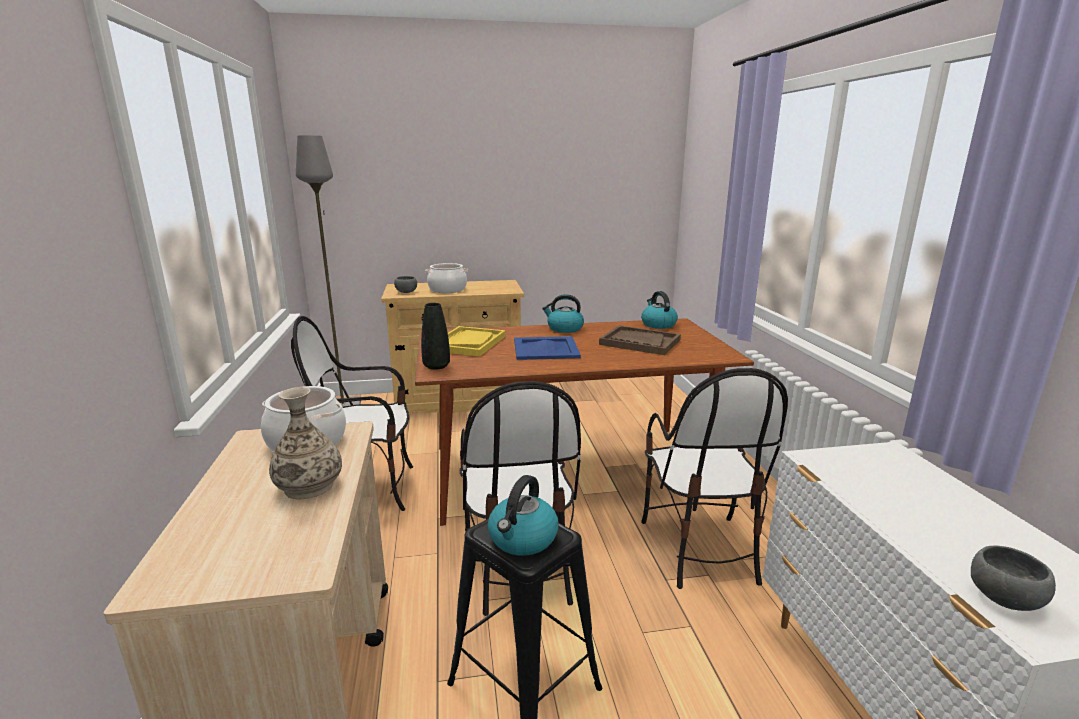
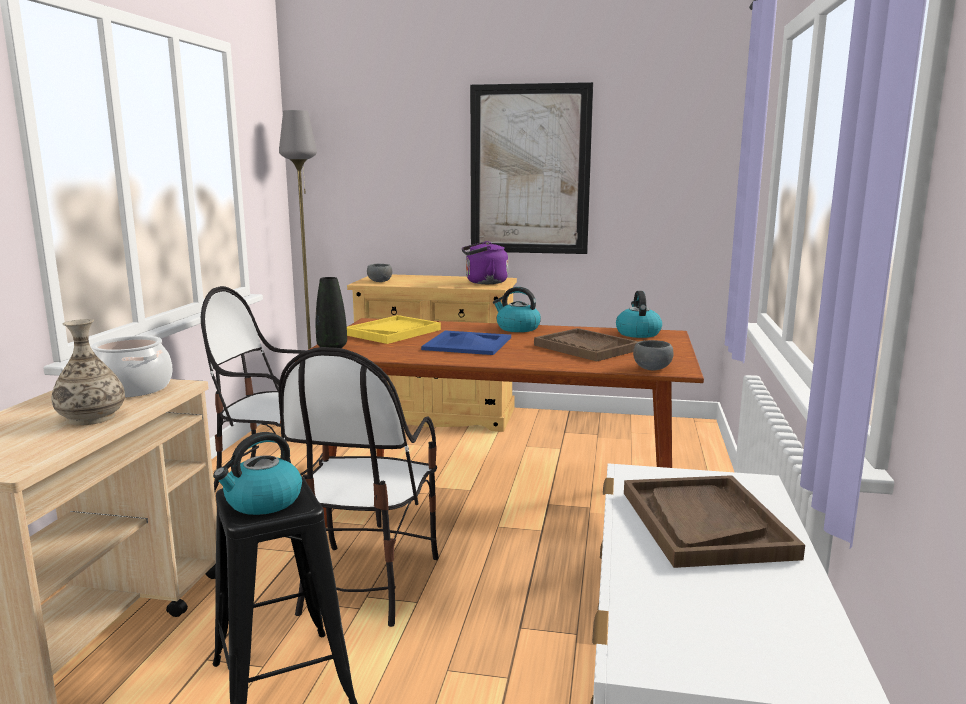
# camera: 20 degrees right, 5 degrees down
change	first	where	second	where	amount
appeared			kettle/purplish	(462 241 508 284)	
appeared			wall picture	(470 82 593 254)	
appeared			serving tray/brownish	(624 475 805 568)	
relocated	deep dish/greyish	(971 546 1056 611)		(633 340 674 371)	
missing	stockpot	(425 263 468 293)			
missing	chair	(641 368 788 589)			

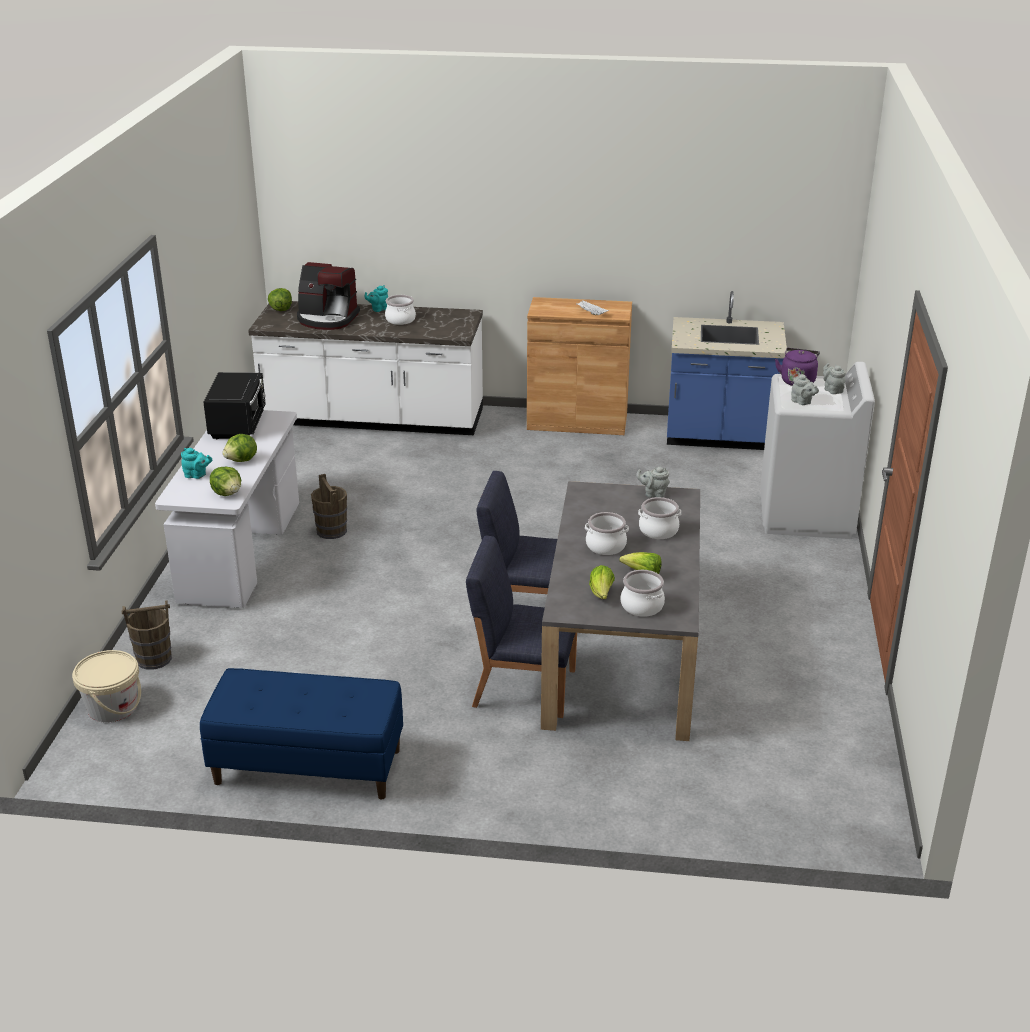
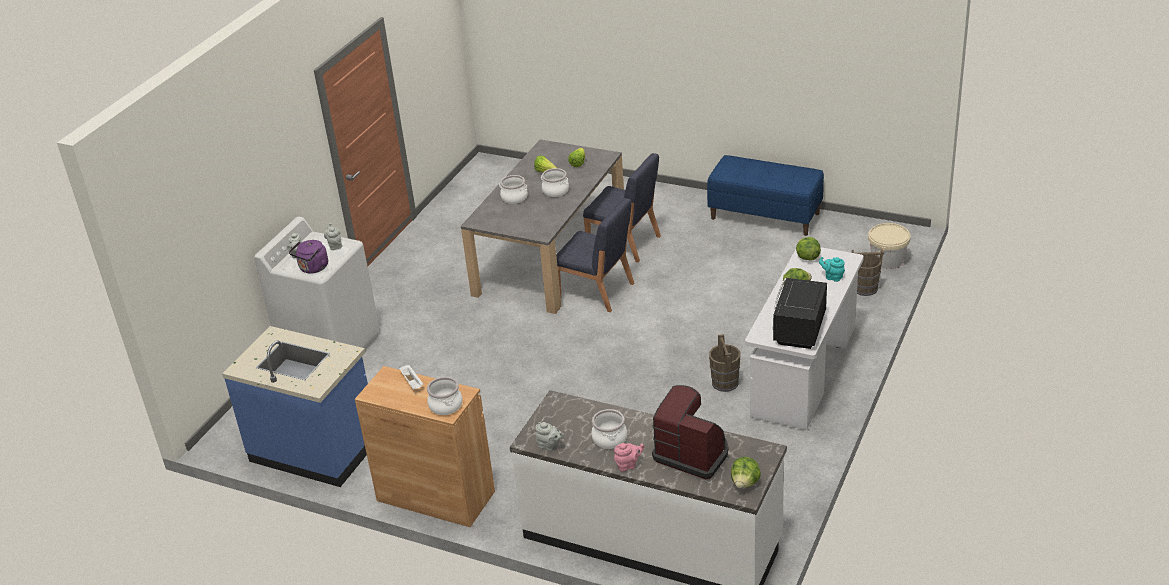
# camera: 160 degrees left, 5 degrees up
change	first	where	second	where	amount
relocated	stockpot	(621 570 665 617)		(427 377 462 415)	
relocated	tea pot/greyish	(636 467 670 498)		(535 422 564 451)	
colour	tea pot/turquoise	(365 285 388 312)	tea pot/pink	(614 443 644 471)	

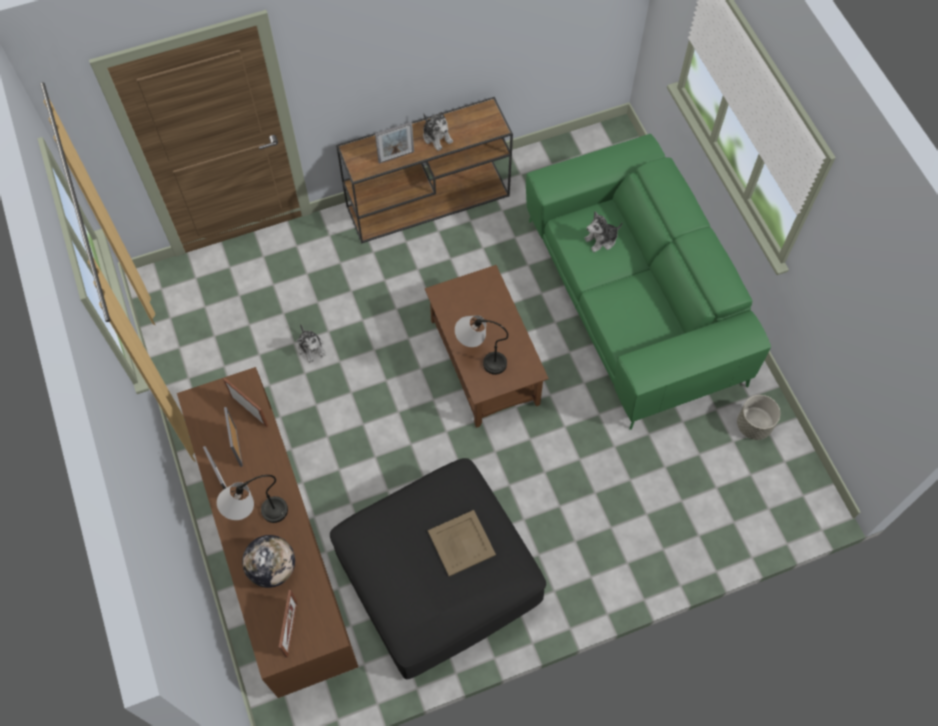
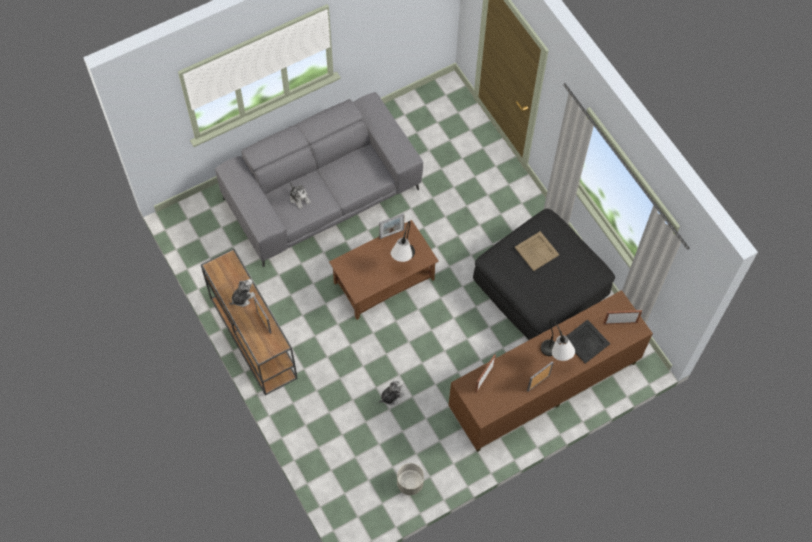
# camera: 100 degrees left, 0 degrees up
change	first	where	second	where	amount
colour	couch/greenish	(526 134 771 430)	couch/greyish	(215 92 423 267)	
relocated	standing frame	(224 407 243 467)		(379 214 405 239)	
relocated	planter/greyish	(737 395 781 440)		(397 463 424 495)	
exchanged	world globe	(242 535 295 588)	serving tray/blackish	(566 319 610 364)	

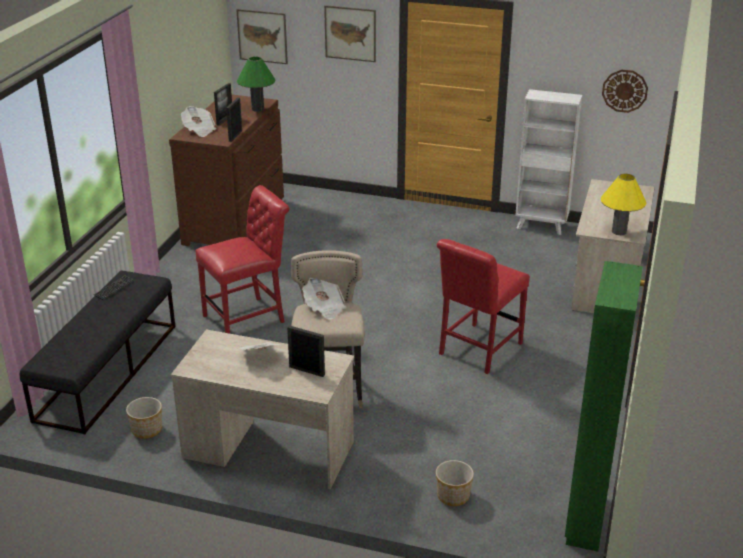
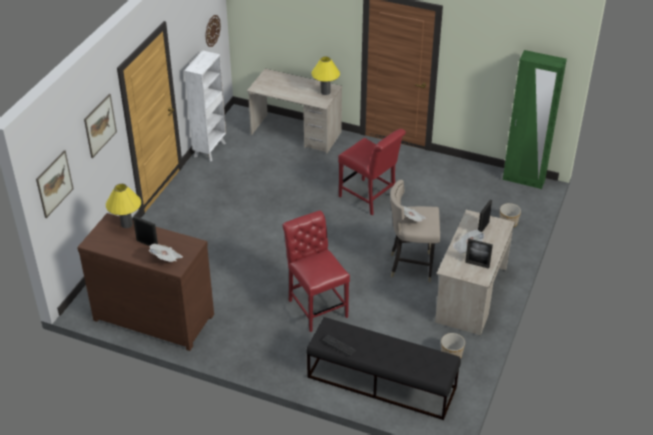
# camera: 85 degrees left, 10 degrees up
change	first	where	second	where	amount
colour	tabletop lamp/greenish	(237 57 276 112)	tabletop lamp/yellow	(106 184 141 228)	
relocated	standing frame	(226 97 242 142)		(465 239 493 269)	

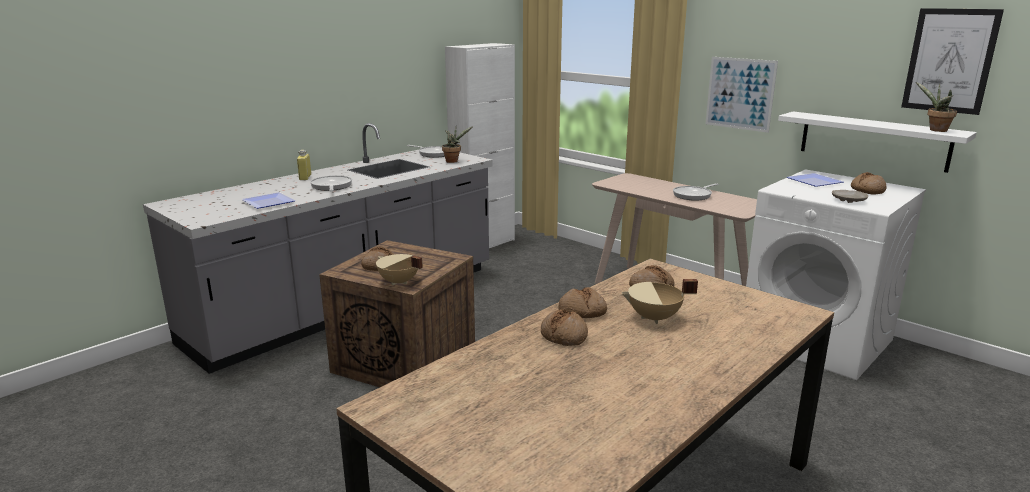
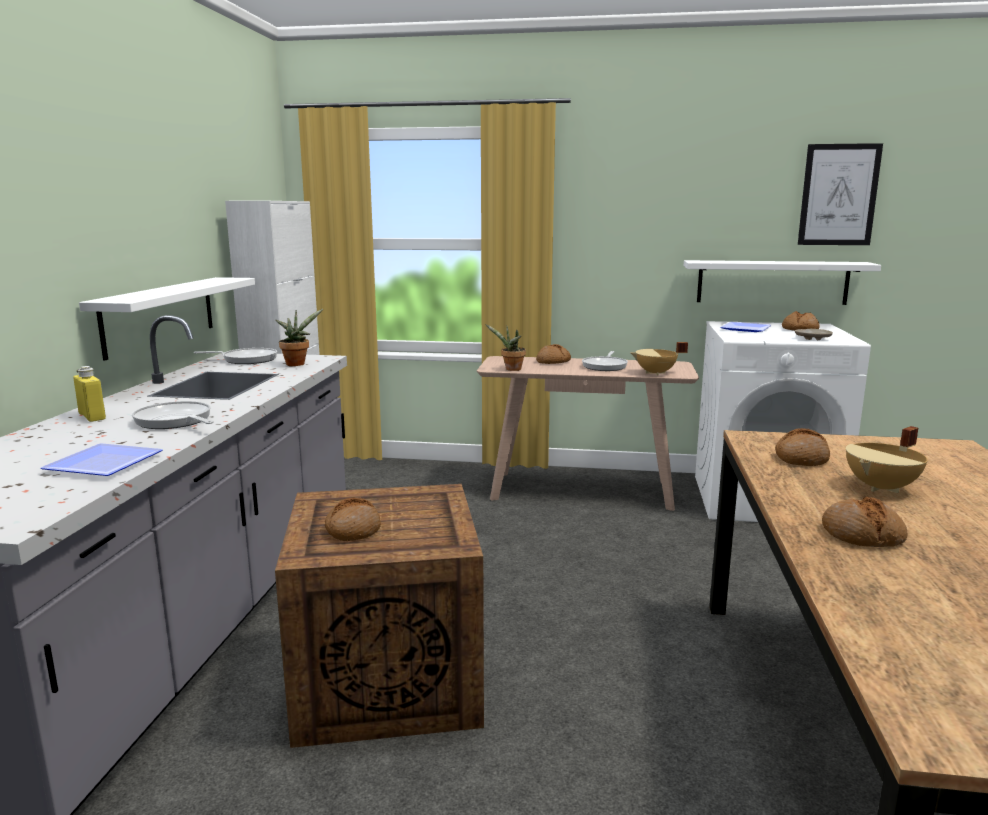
# camera: 35 degrees left, 5 degrees down
change	first	where	second	where	amount
appeared			bracket shelf/white	(79 277 255 361)	
relocated	houseplant	(916 82 957 132)		(485 324 526 371)	
relocated	bread	(558 287 607 318)		(536 344 571 364)	
relocated	stockpot/beige-coloured	(376 254 423 286)		(630 342 688 376)	
missing	wall picture	(705 57 778 133)			

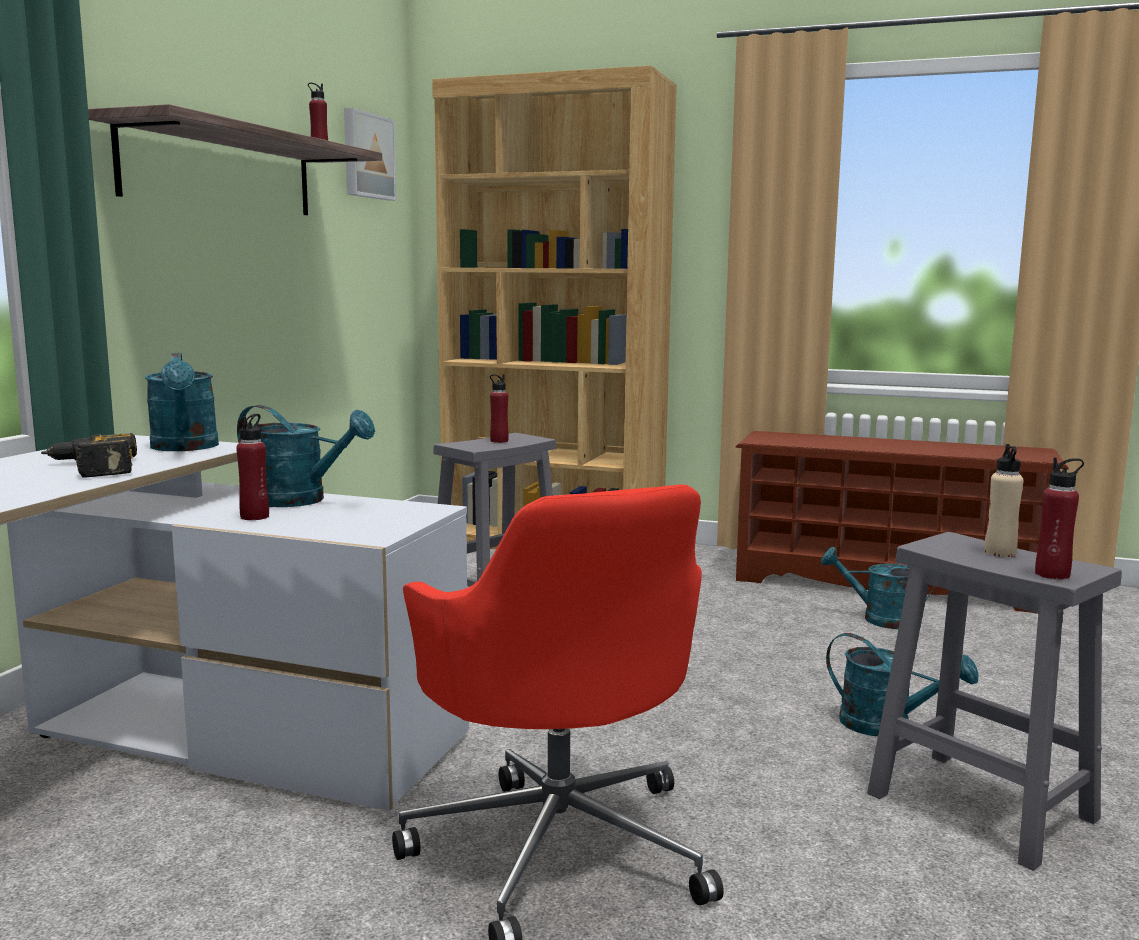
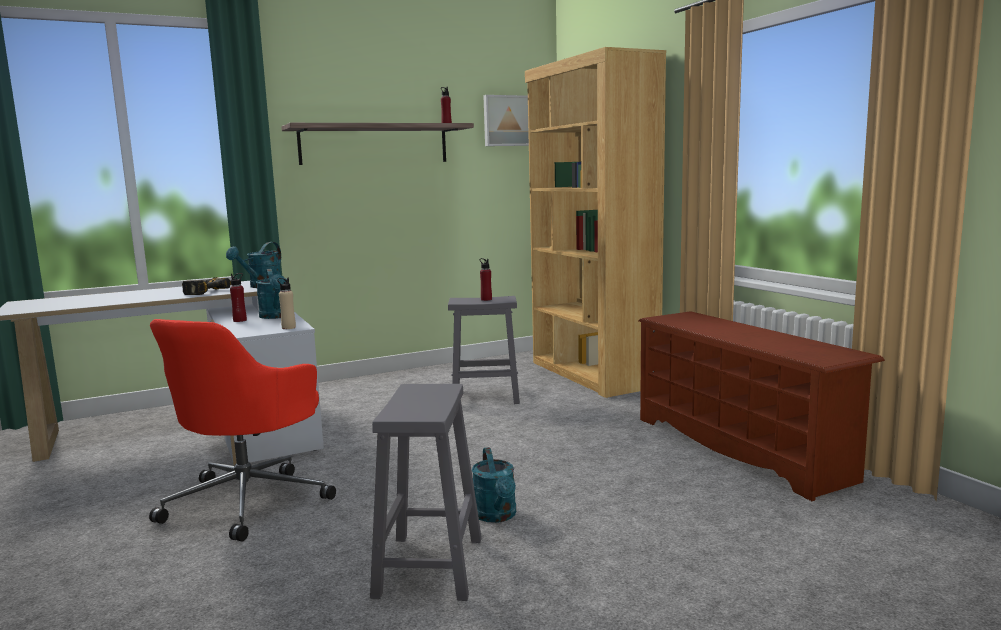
# camera: 45 degrees right, 0 degrees up
change	first	where	second	where	amount
relocated	bottle/beige-coloured	(984 444 1024 557)		(277 277 296 329)	
missing	watering pot/turquoise	(821 547 935 629)			
missing	bottle/red-coloured	(1035 457 1084 580)			

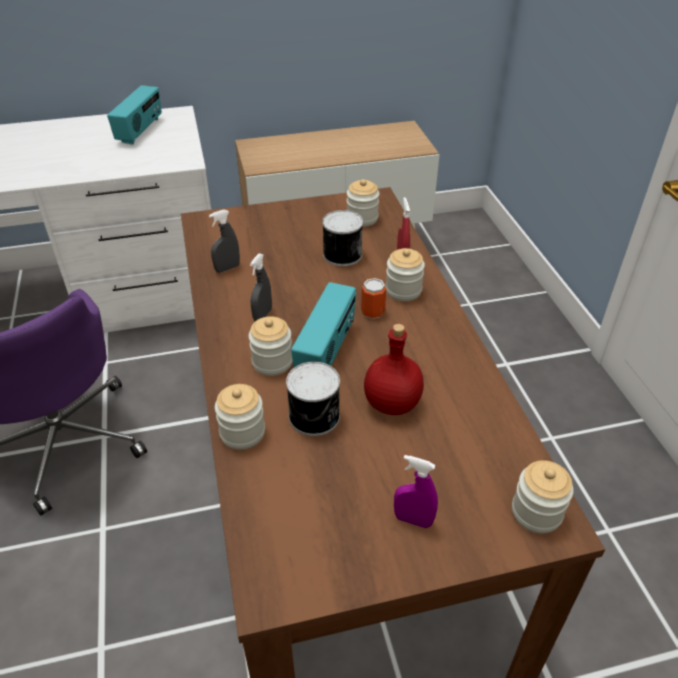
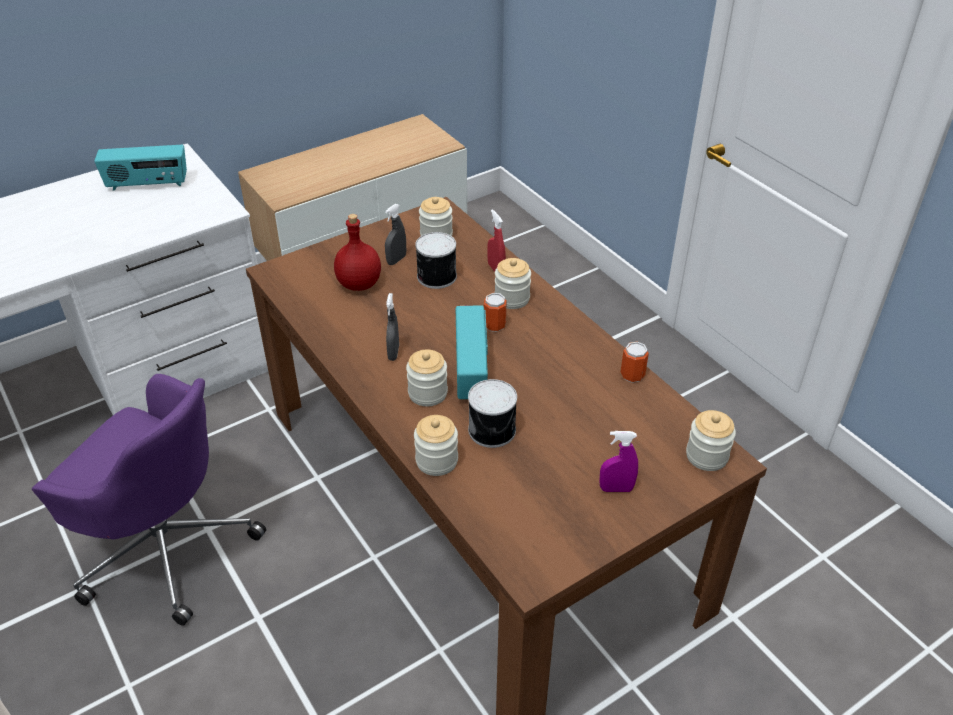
# camera: 20 degrees left, 0 degrees up
change	first	where	second	where	amount
spun	radio set	(107 86 162 145)		(94 145 187 190)	90 degrees clockwise
relocated	bottle/red-coloured	(364 324 424 415)		(334 214 381 291)	
relocated	hand sprayer/greyish	(209 210 240 273)		(385 204 406 265)	
appeared			metal can	(621 342 649 383)	

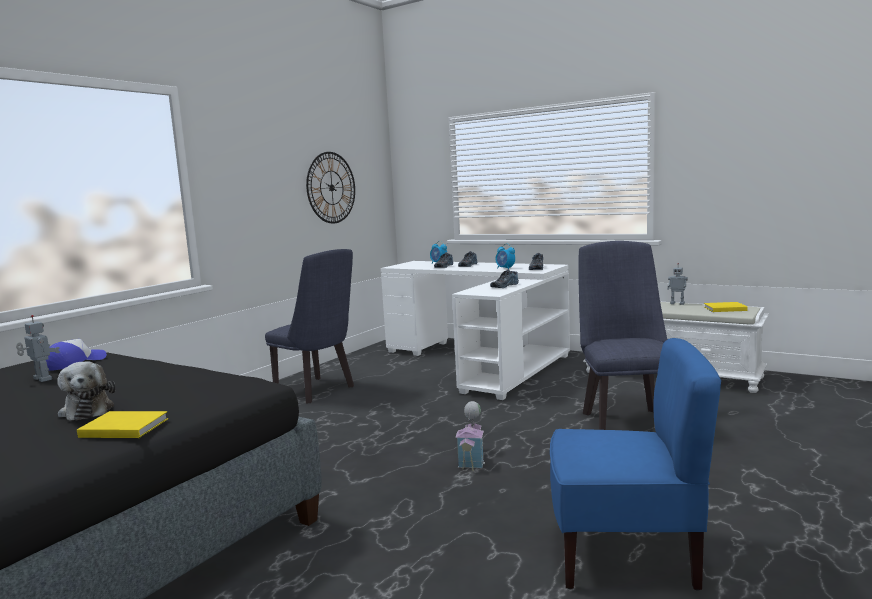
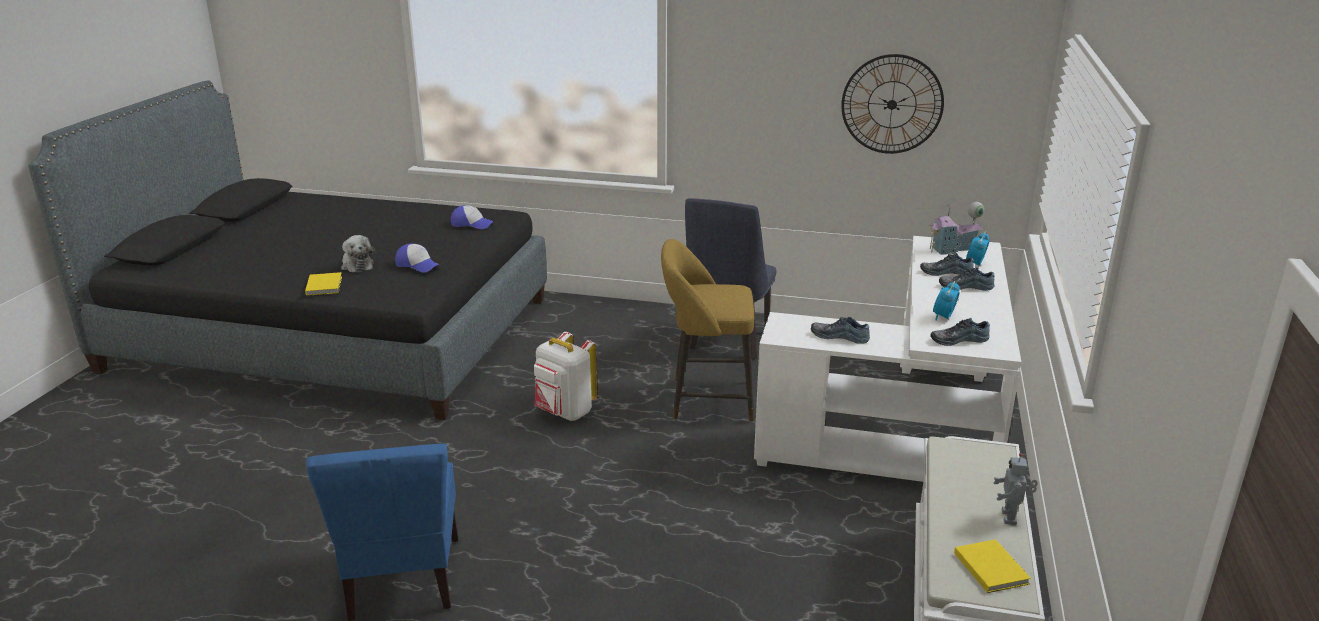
# camera: 70 degrees right, 15 degrees up
change	first	where	second	where	amount
spun	plush toy	(57 361 116 421)		(341 235 375 273)	75 degrees counterclockwise
appeared			peaked cap	(395 243 440 273)	
appeared			knapsack/white	(534 332 597 421)	
appeared			stool seat/yellow	(661 239 754 422)	
relocated	model house	(456 401 485 471)		(929 201 984 255)	
missing	model robot	(16 315 60 382)			
missing	chair/blue-coloured	(578 241 667 430)			

